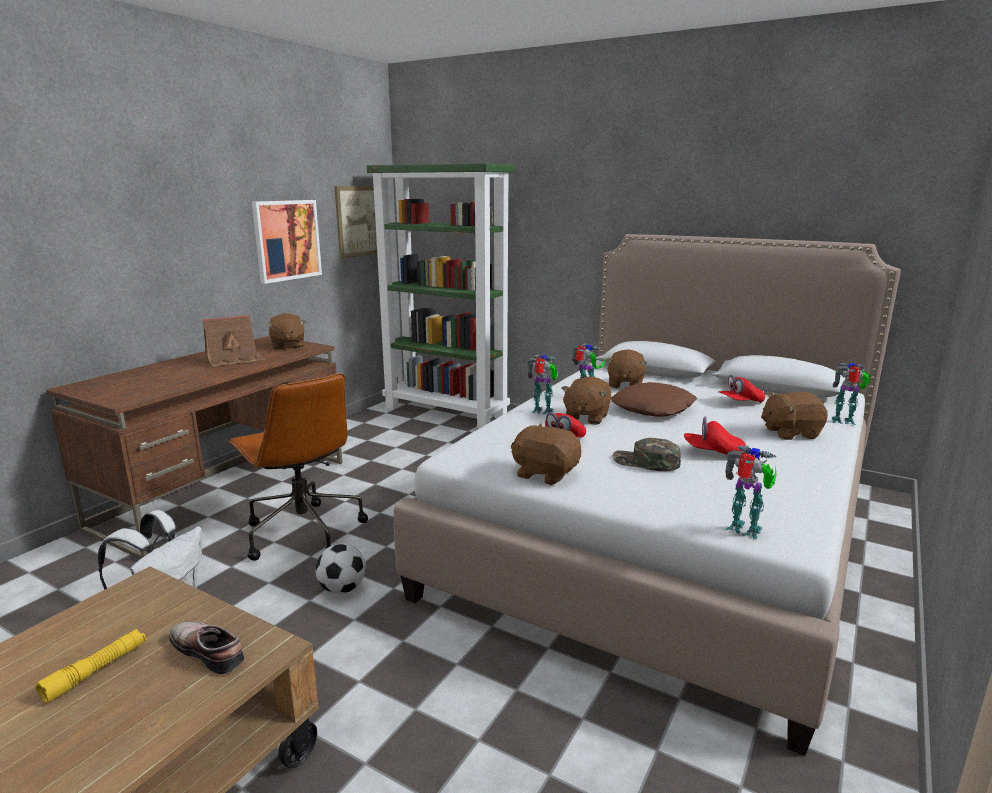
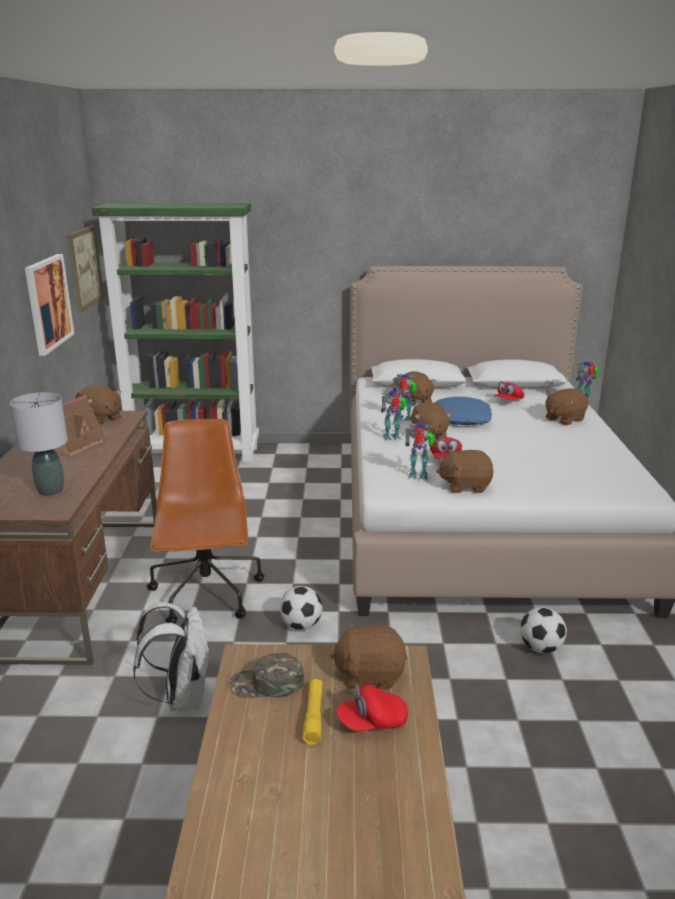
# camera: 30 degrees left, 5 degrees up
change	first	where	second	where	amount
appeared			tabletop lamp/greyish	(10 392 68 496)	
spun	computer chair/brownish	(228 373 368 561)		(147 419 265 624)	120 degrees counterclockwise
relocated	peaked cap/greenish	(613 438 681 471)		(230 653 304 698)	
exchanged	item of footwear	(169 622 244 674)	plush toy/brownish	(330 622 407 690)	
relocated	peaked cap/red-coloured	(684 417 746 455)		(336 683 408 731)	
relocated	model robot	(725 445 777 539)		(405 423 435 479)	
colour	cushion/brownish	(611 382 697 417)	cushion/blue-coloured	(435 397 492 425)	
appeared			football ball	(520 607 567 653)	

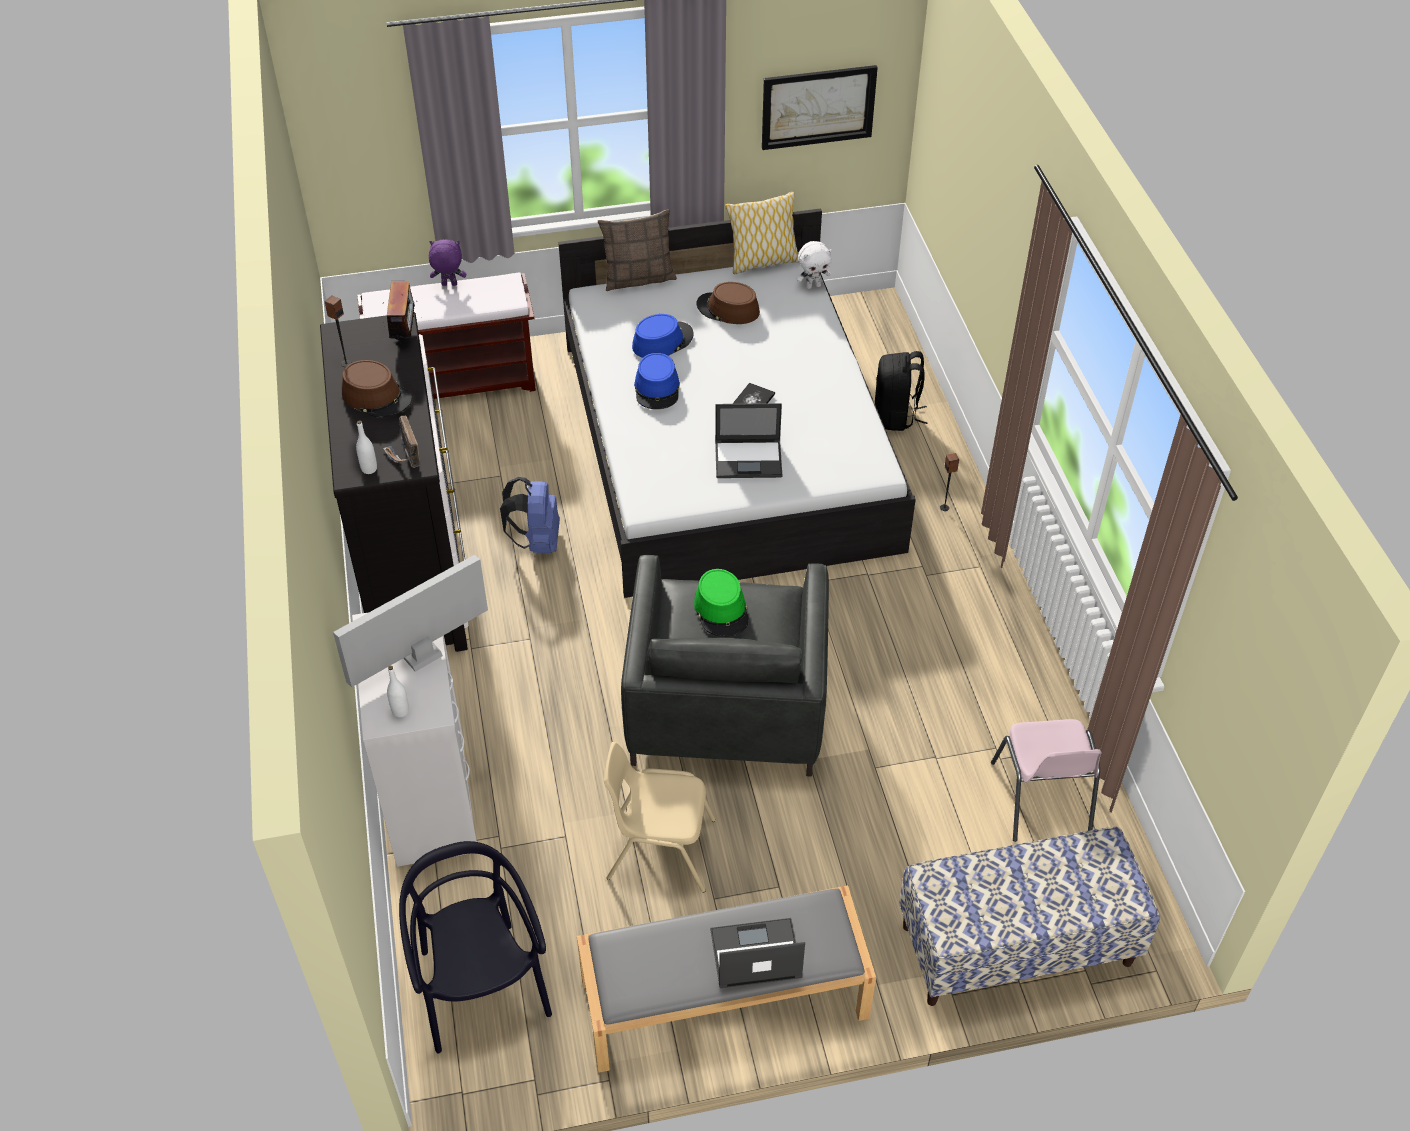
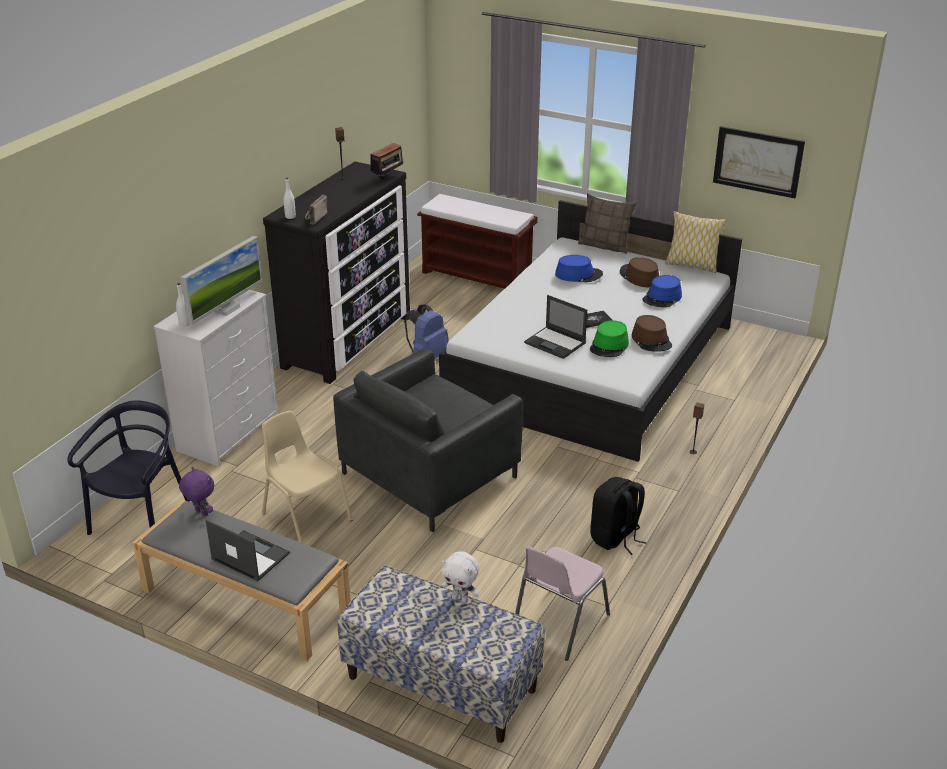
# camera: 40 degrees right, 15 degrees down
change	first	where	second	where	amount
relocated	plush toy/purplish	(429 240 466 286)		(179 467 214 517)	
spun	computer screen	(333 555 488 687)		(181 236 263 325)	120 degrees clockwise
relocated	plush toy/white	(797 241 832 289)		(442 551 479 603)	
relocated	clothing hat/greenish	(694 569 749 637)		(590 320 629 357)	
relocated	knapsack/blackish	(875 351 927 431)		(590 477 647 555)	
relocated	clothing hat/brownish	(342 360 412 418)		(632 315 672 352)	
relocated	clothing hat/blue-coloured	(634 353 680 409)		(643 275 682 307)	

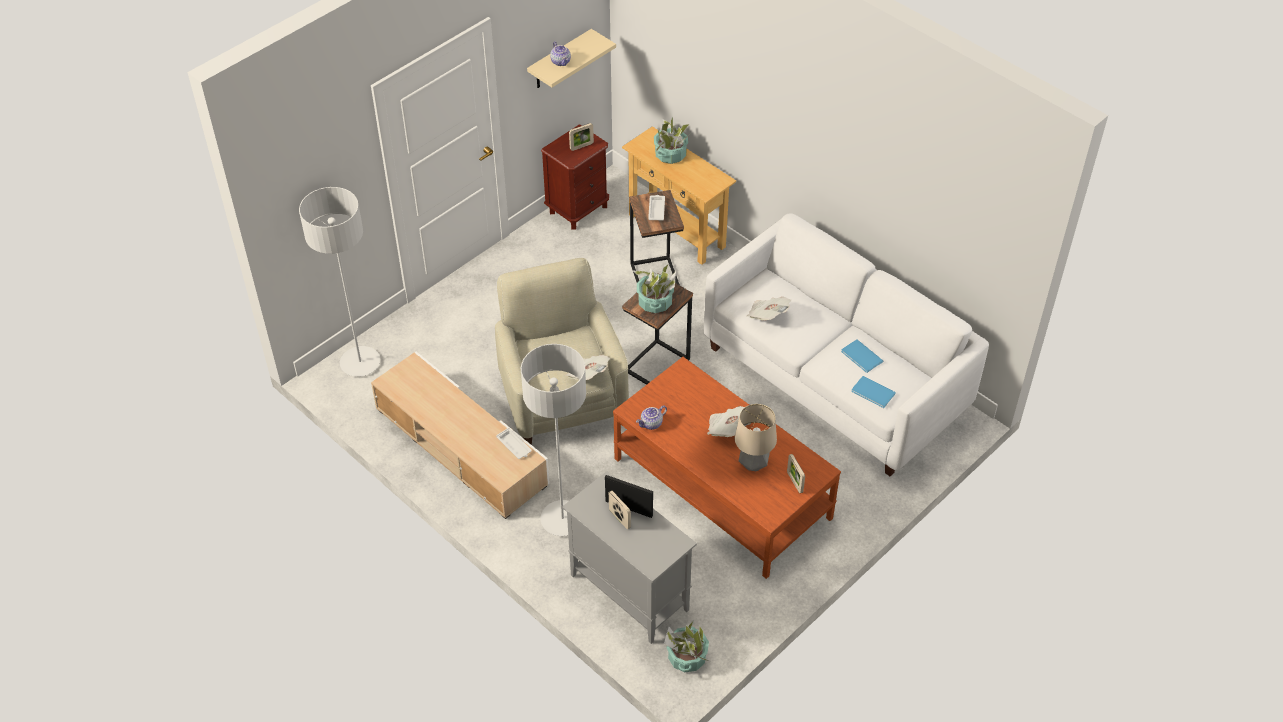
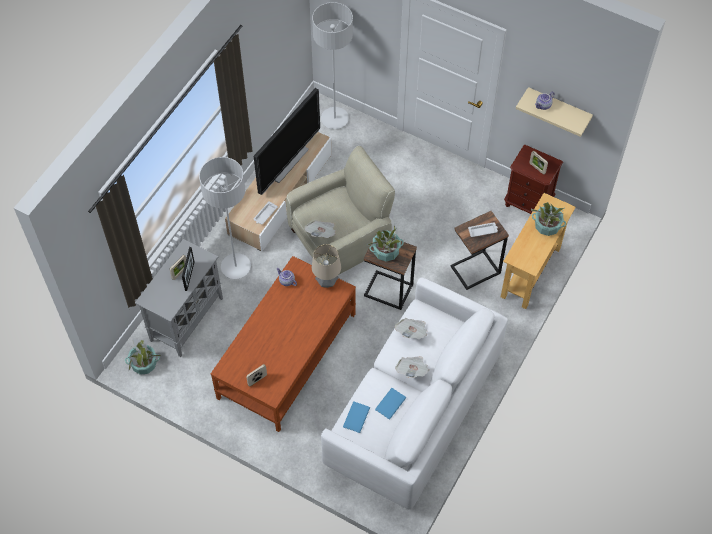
# camera: 75 degrees right, 10 degrees up
change	first	where	second	where	amount
appeared			television	(254 88 320 195)	
relocated	tabletop lamp	(735 404 777 471)		(312 244 341 288)	
relocated	printed paper	(707 406 751 437)		(395 356 429 378)	

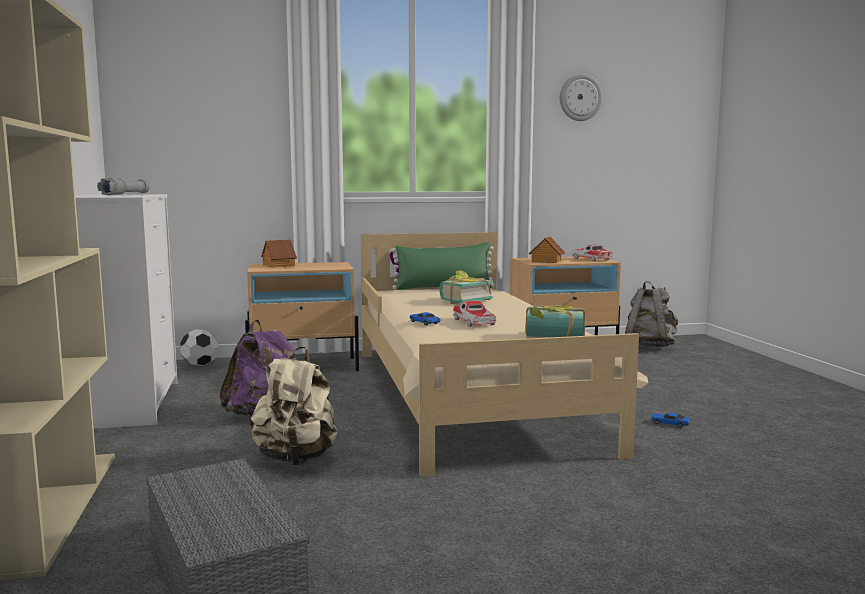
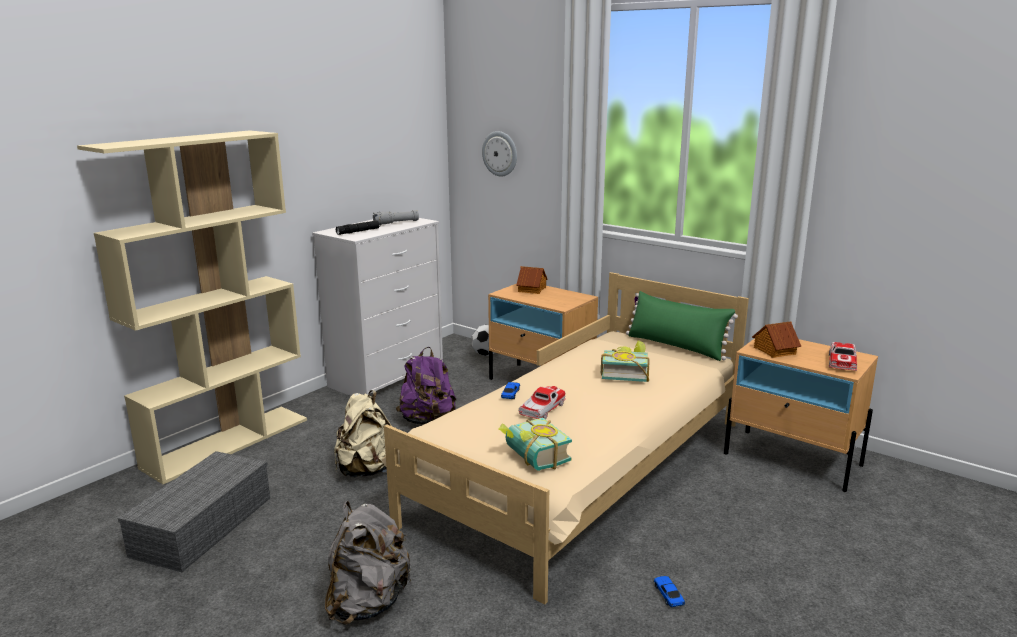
# camera: 50 degrees right, 10 degrees up
change	first	where	second	where	amount
relocated	knapsack/greyish	(625 281 678 347)		(325 501 412 625)	
appeared			flashlight/blackish	(336 221 381 235)	
relocated	hanging clock	(559 74 603 121)		(482 131 517 176)	

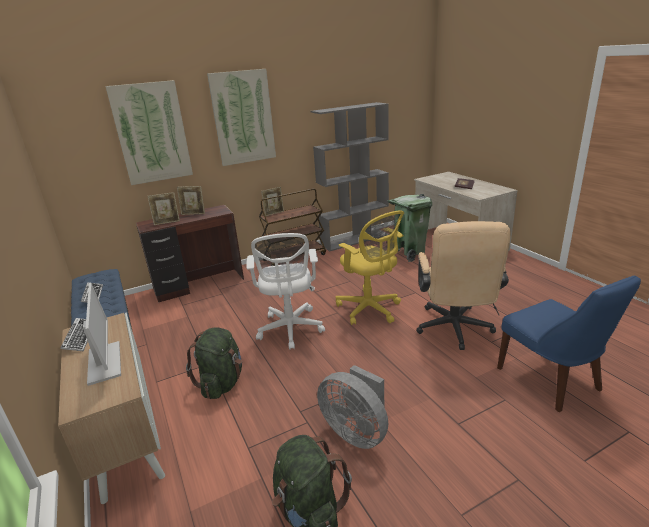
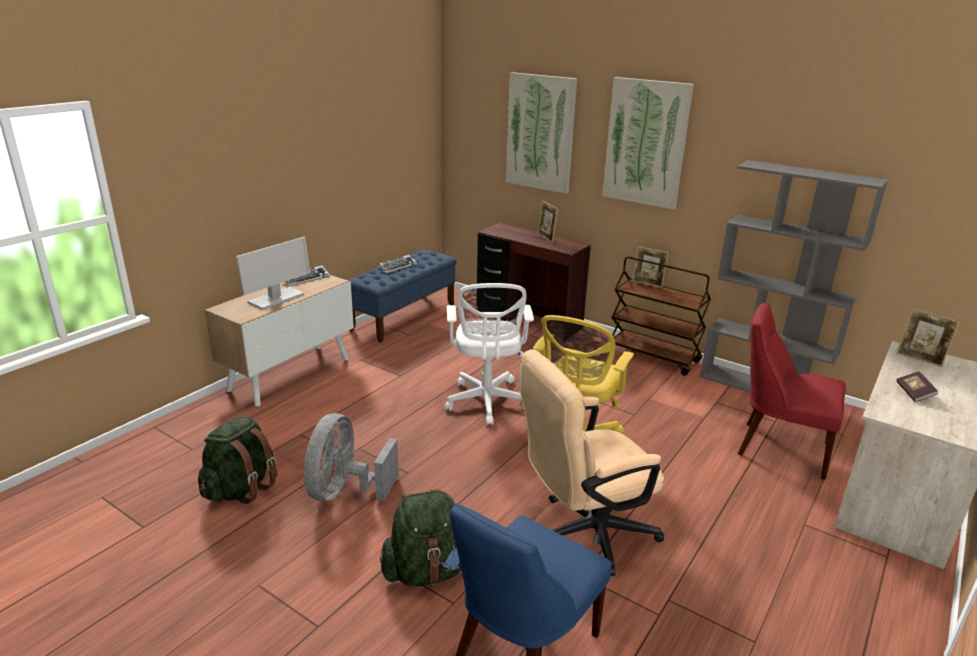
# camera: 60 degrees right, 0 degrees up
change	first	where	second	where	amount
relocated	knapsack/greenish	(186 327 242 399)		(380 489 461 586)	
spun	computer chair/white	(246 233 325 349)		(445 283 534 425)	60 degrees counterclockwise
exchanged	trash can/greenish	(388 194 432 262)	chair/red-coloured	(738 303 846 480)	
relocated	standing frame	(148 192 180 225)		(896 308 960 367)	

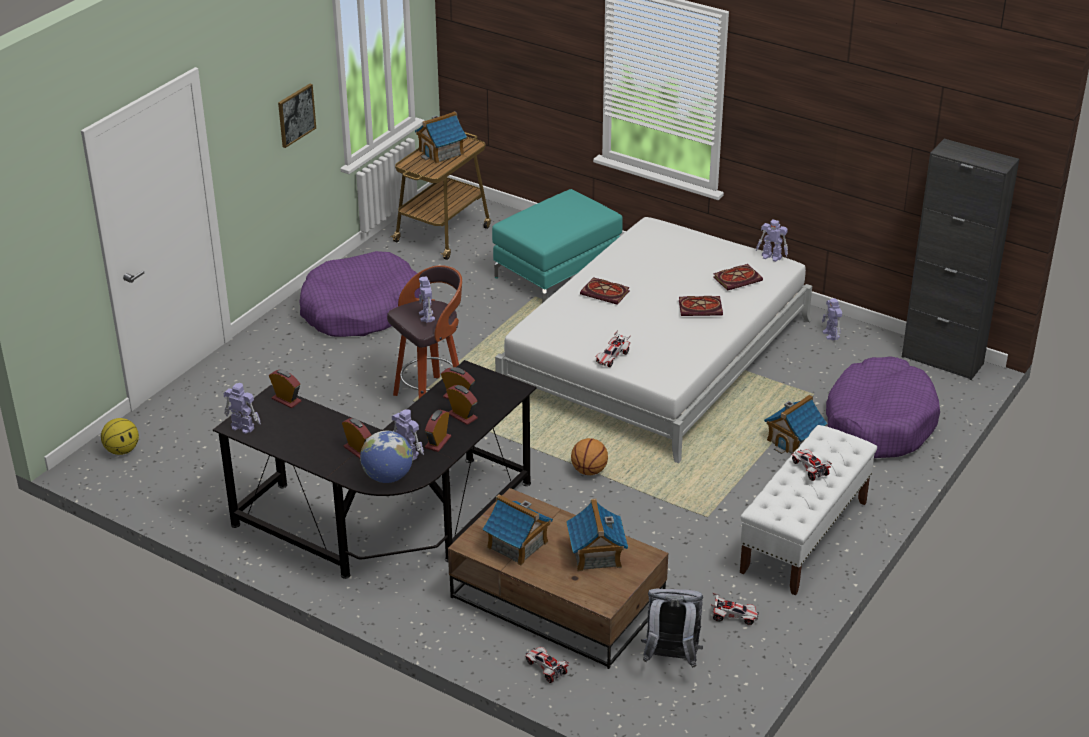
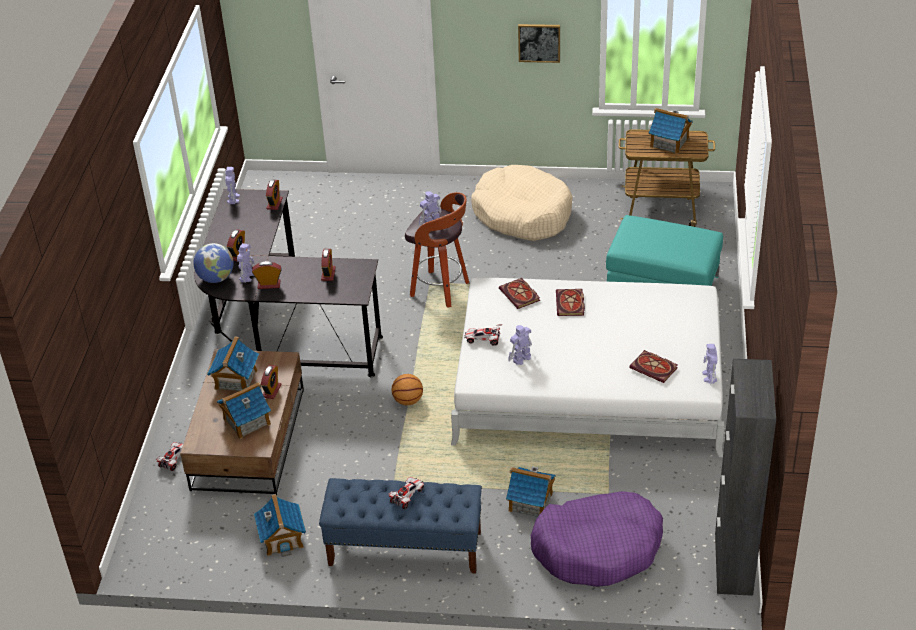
# camera: 65 degrees right, 5 degrees up
change	first	where	second	where	amount
exchanged	model car	(710 593 759 625)	model house	(254 494 306 557)	
relocated	alarm clock	(446 385 478 425)		(261 365 282 399)	
colour	indoor bench/white	(740 425 877 595)	indoor bench/blue-coloured	(319 478 482 573)	
colour	dog cushion/purplish	(299 251 421 337)	dog cushion/beige-coloured	(471 165 572 241)	
relocated	volume	(679 296 723 316)		(499 278 540 309)	
relocated	model robot	(822 298 842 340)		(508 325 532 365)	
missing	ball for basketball	(101 418 139 455)			
missing	knapsack/greyish	(641 589 703 668)			

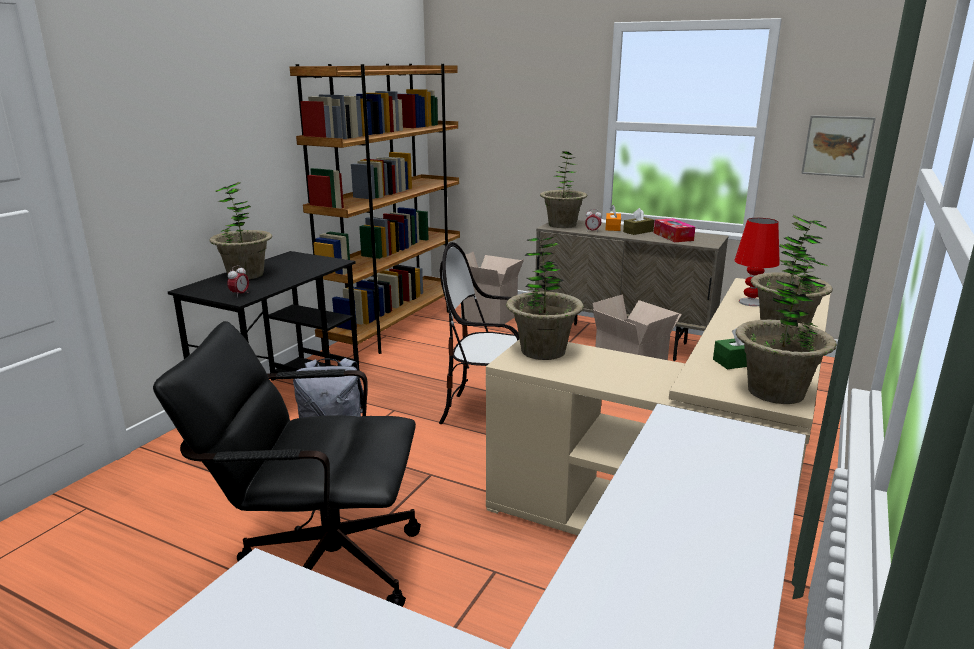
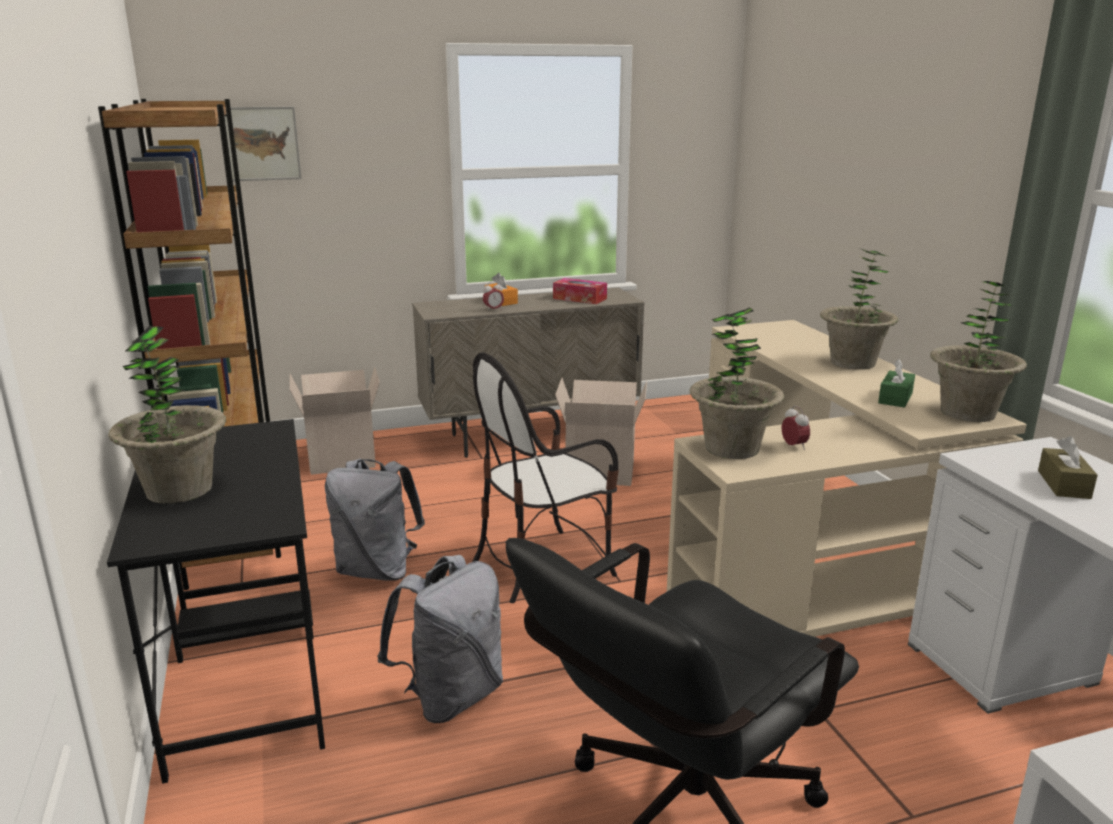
# camera: 45 degrees left, 0 degrees up
change	first	where	second	where	amount
relocated	wall picture	(801 115 876 178)		(225 107 302 181)	
appeared			knapsack/greyish	(325 459 425 581)	
relocated	alarm clock	(227 265 249 298)		(782 406 810 450)	
relocated	tissue box/brownish	(623 208 654 235)		(1038 436 1098 499)	
missing	houseplant	(540 151 587 228)			
missing	tabletop lamp/red-coloured	(734 218 780 307)			

